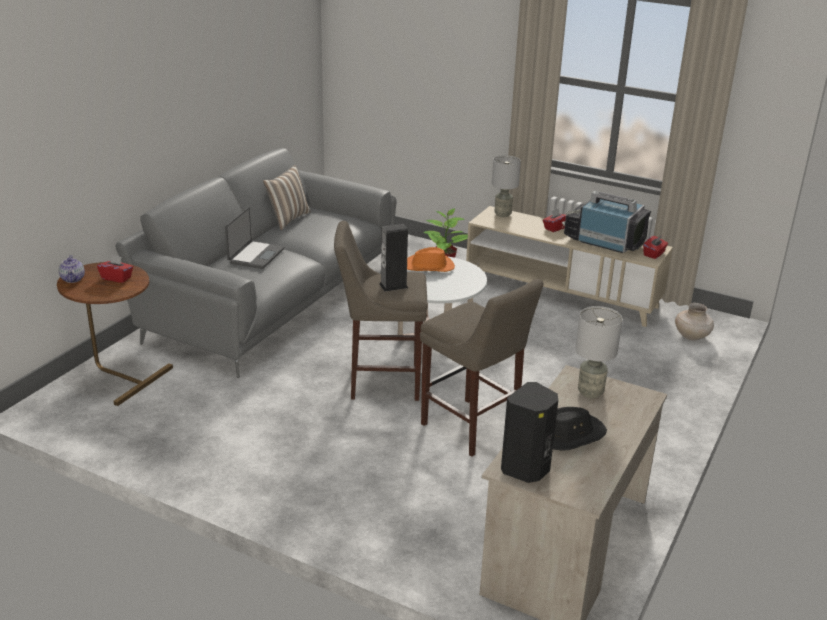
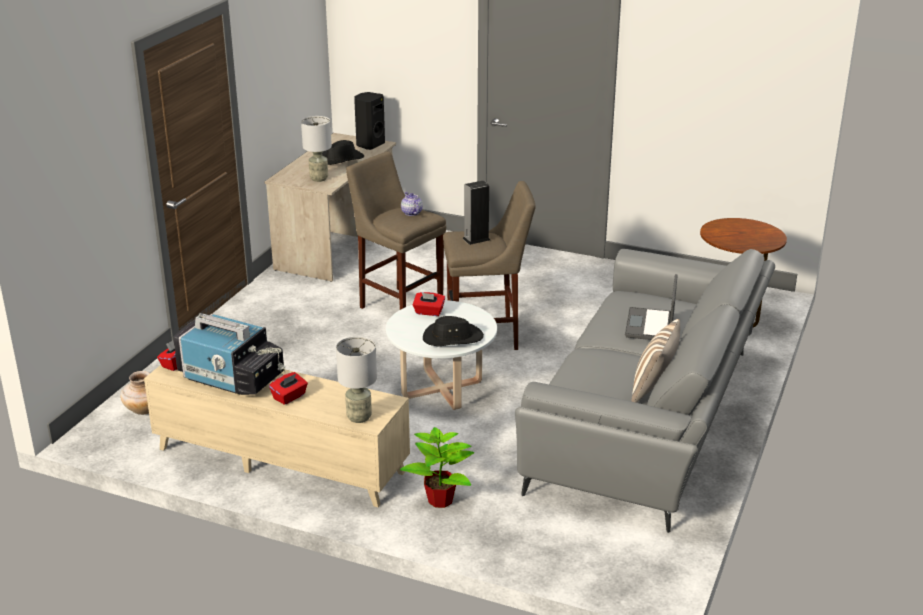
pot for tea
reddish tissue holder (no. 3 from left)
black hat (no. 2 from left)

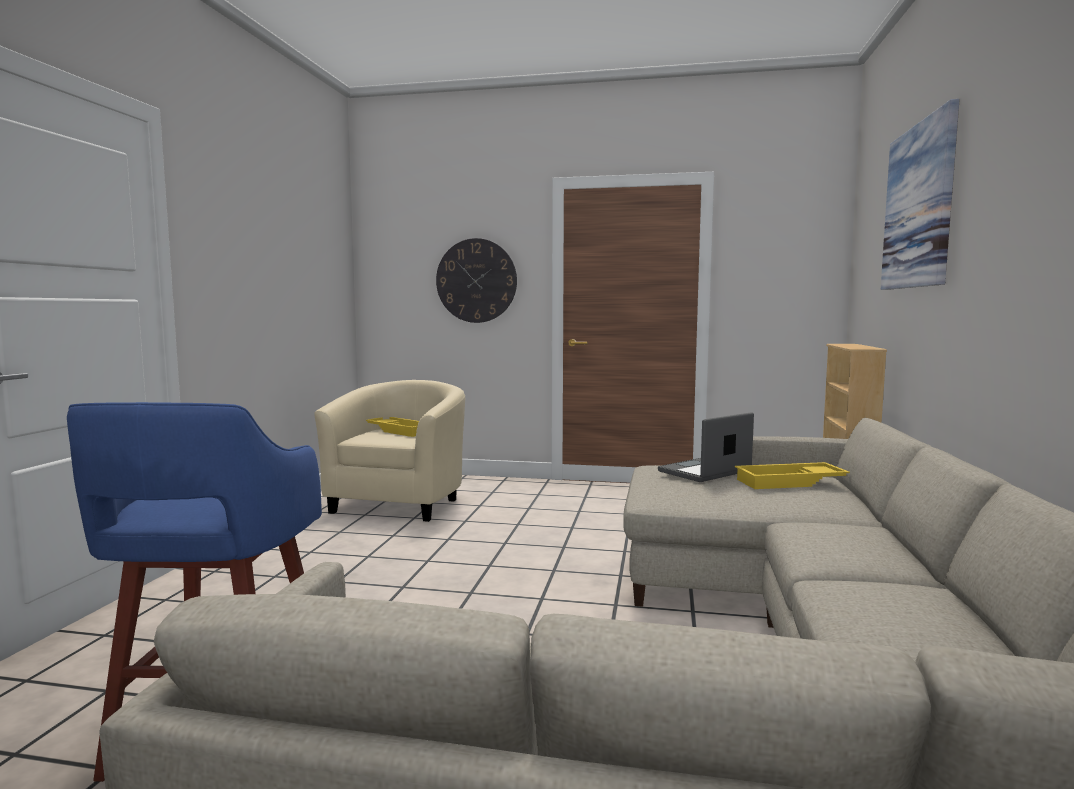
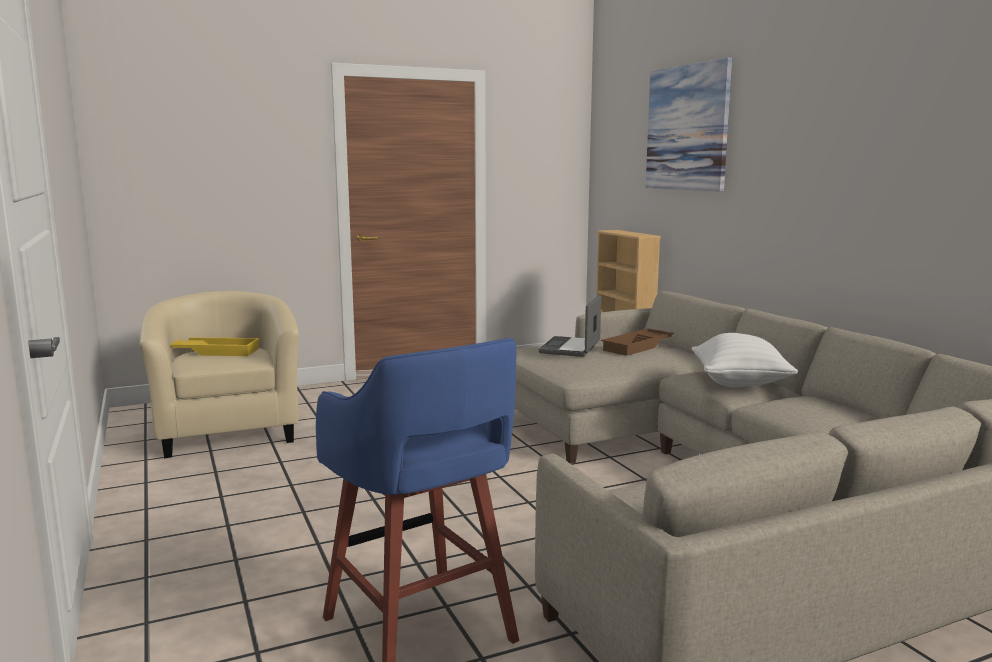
brown-coloured tray
whitish throw pillow
wall clock

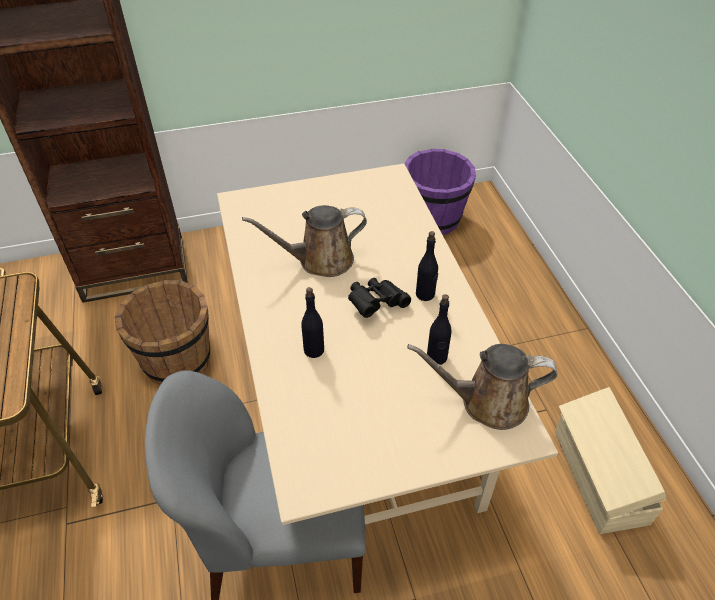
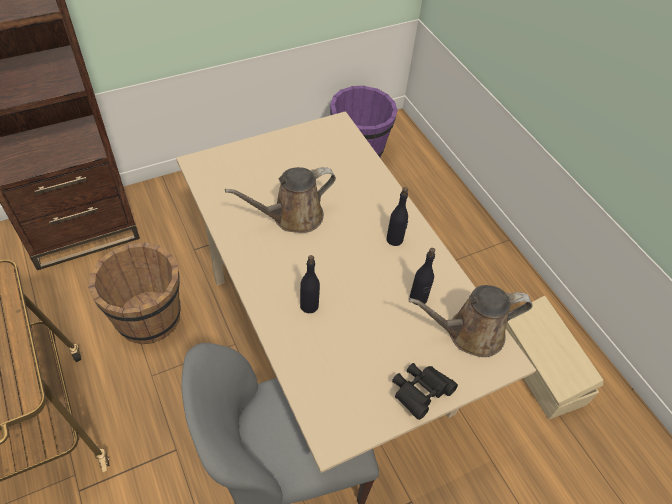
black pair of binoculars

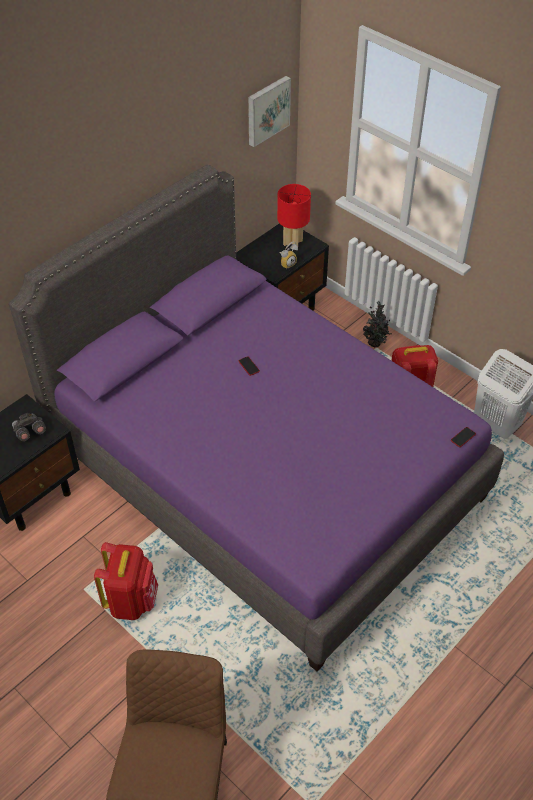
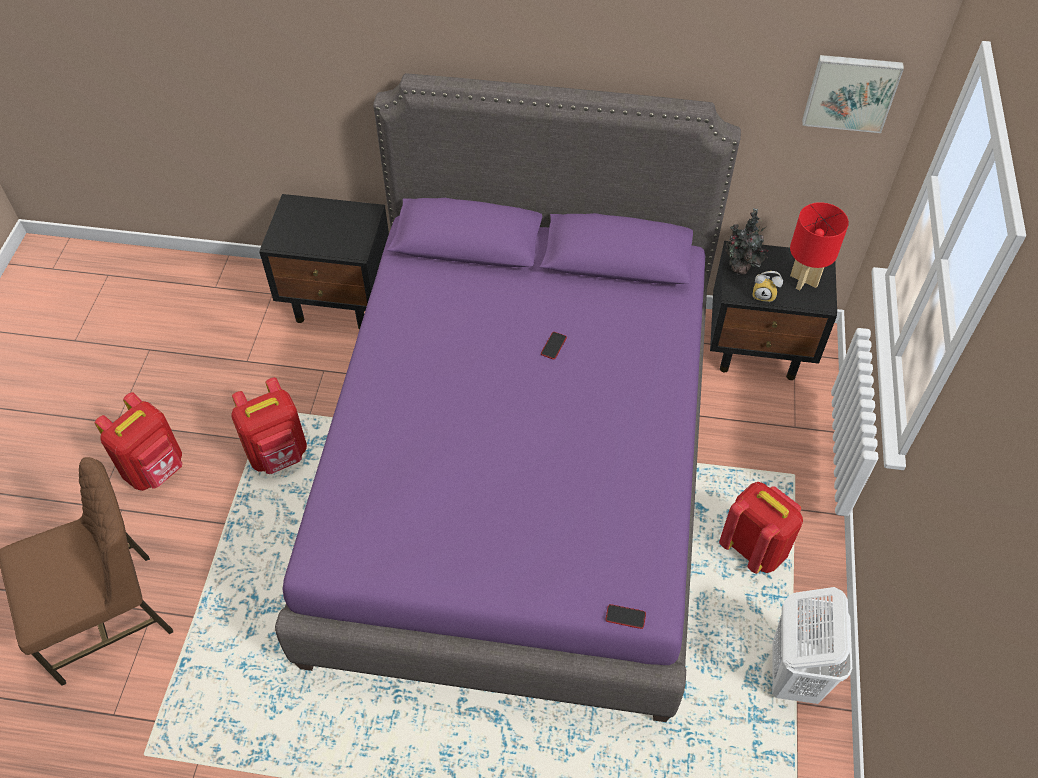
reddish backpack (no. 1 from left)
plant in a pot
grey pair of binoculars

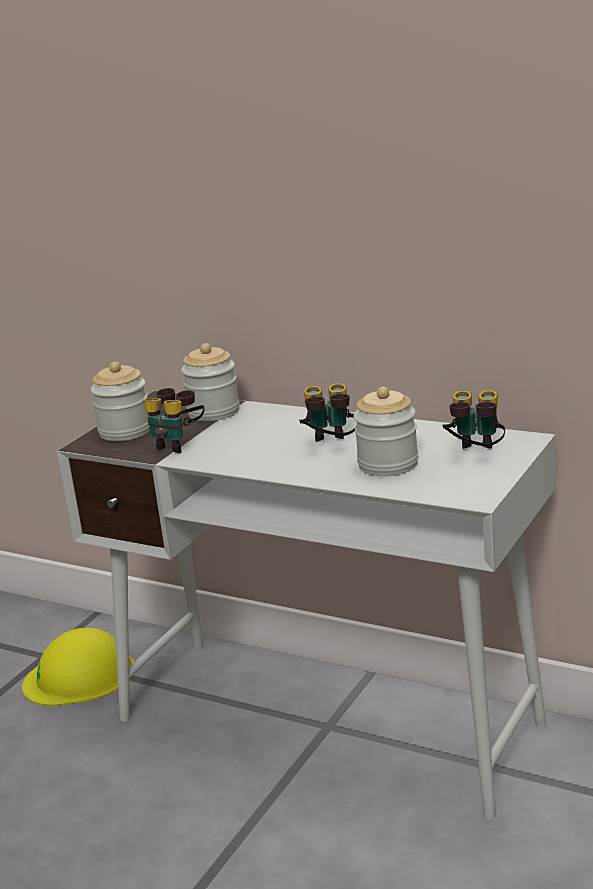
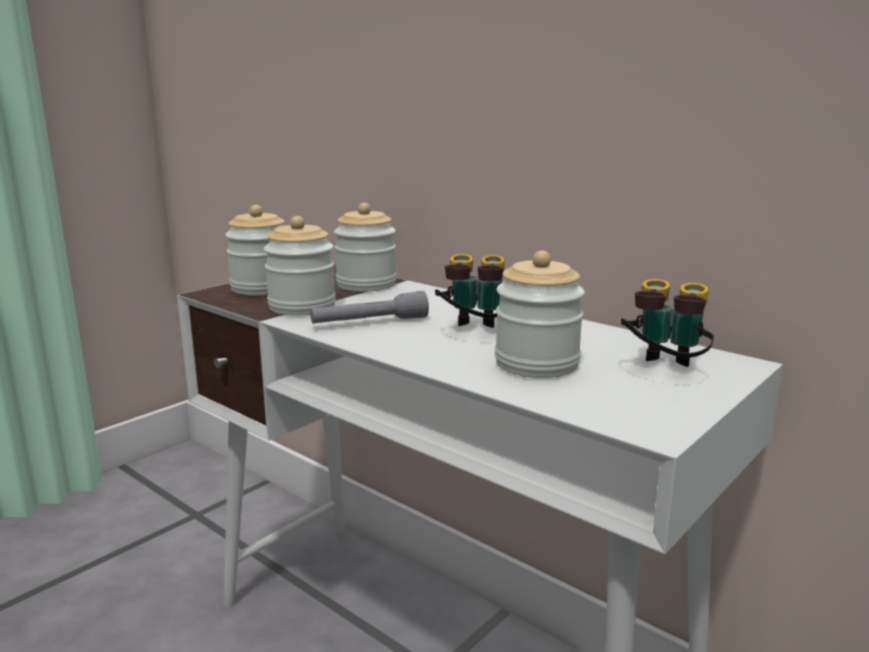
jar (no. 2 from left)
grey flashlight
yellow hard hat

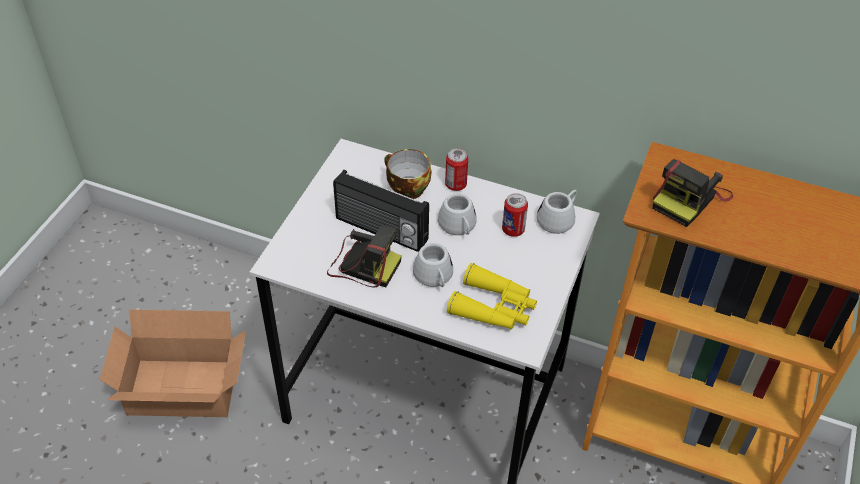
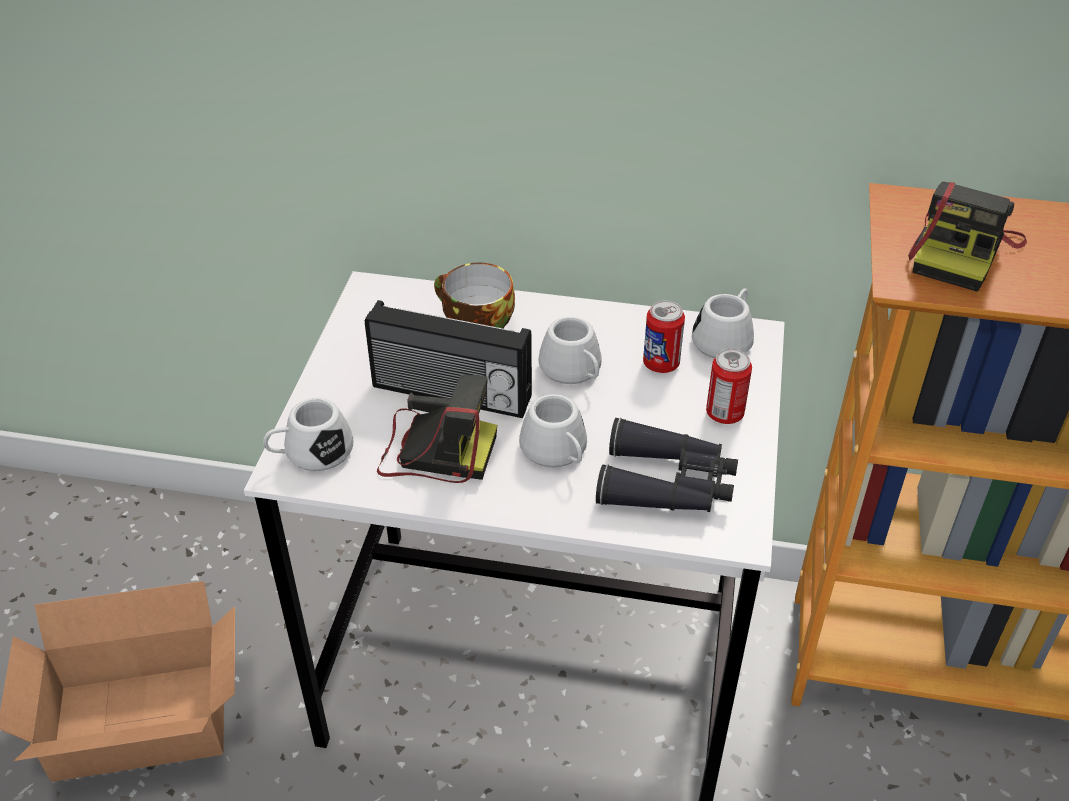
whitish coffee mug (no. 1 from left)
black pair of binoculars
metal can (no. 2 from left)

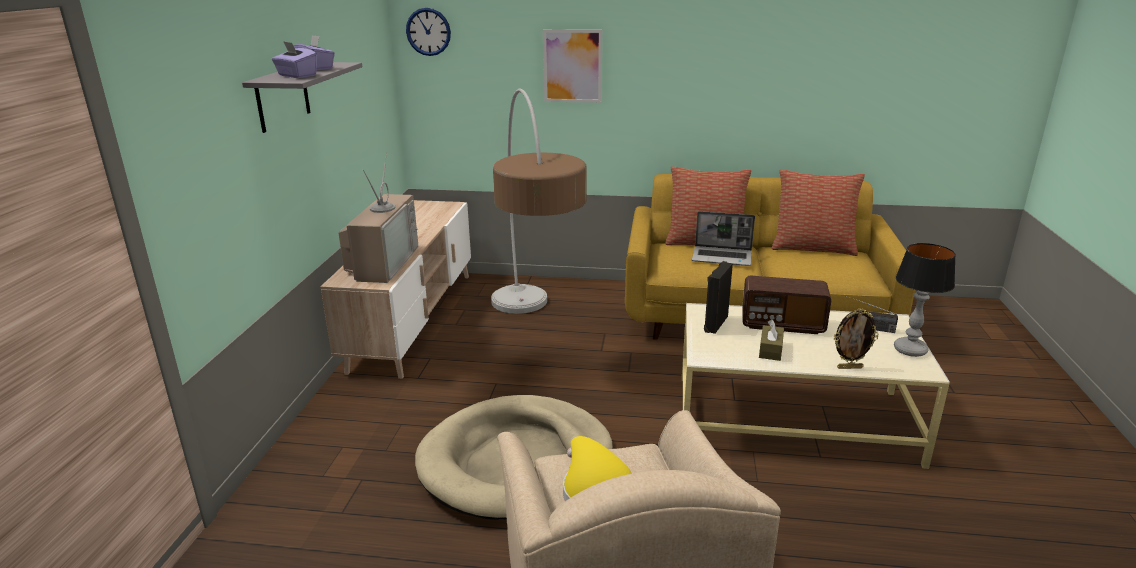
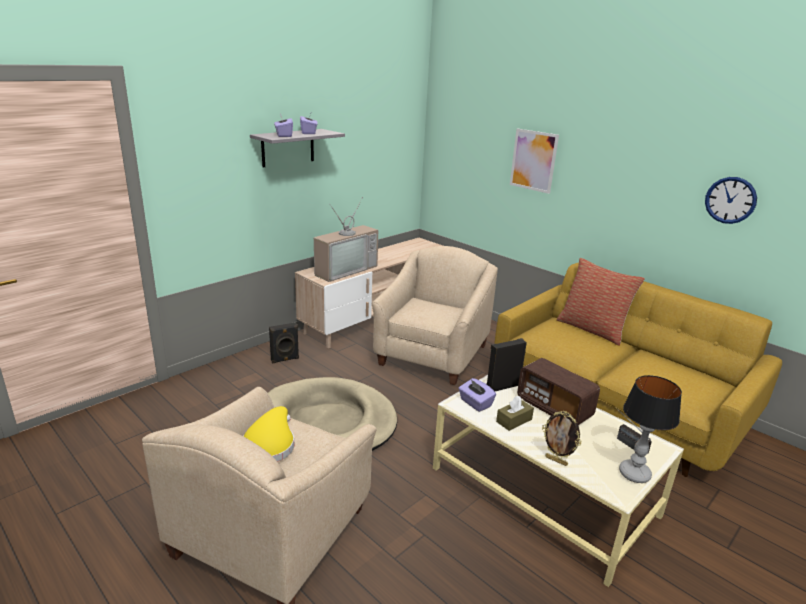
black loudspeaker (no. 1 from left)
beige lounge chair (no. 2 from left)
purple tissue holder (no. 3 from left)
wall clock
portable computer
throw pillow (no. 2 from left in the first image)

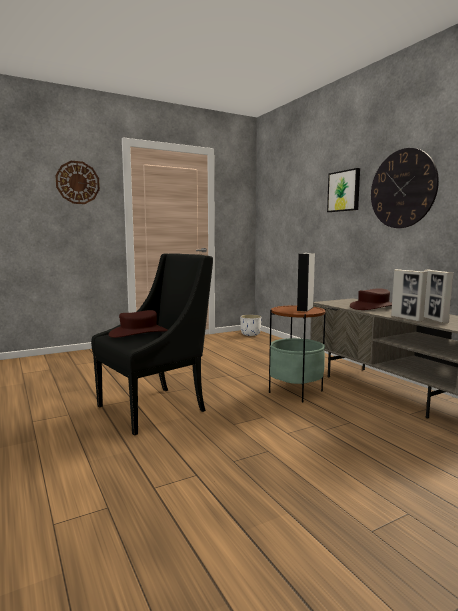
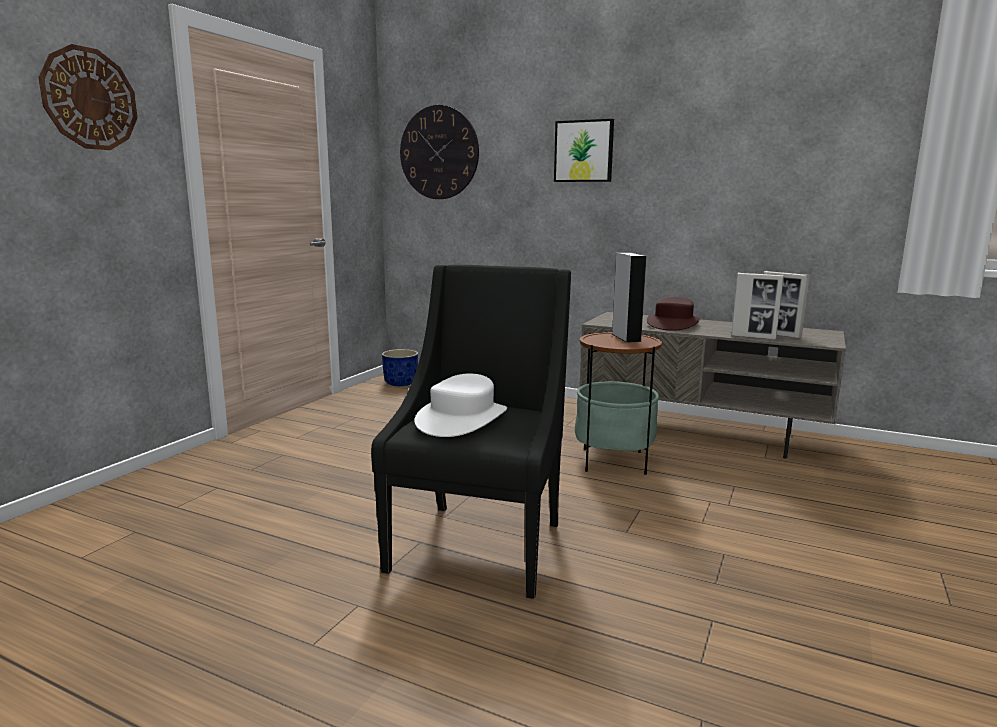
blue-coloured flower pot
wall clock (no. 2 from left)
whitish hat

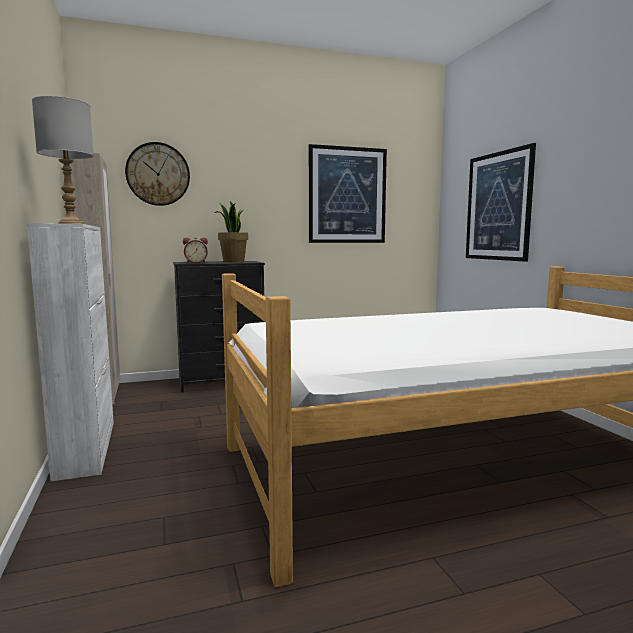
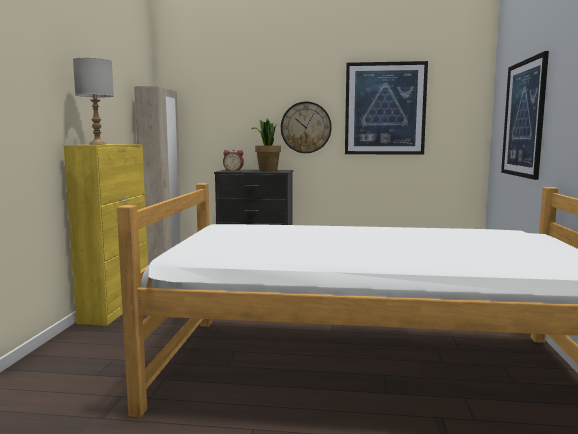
yellow cabinet
wall clock

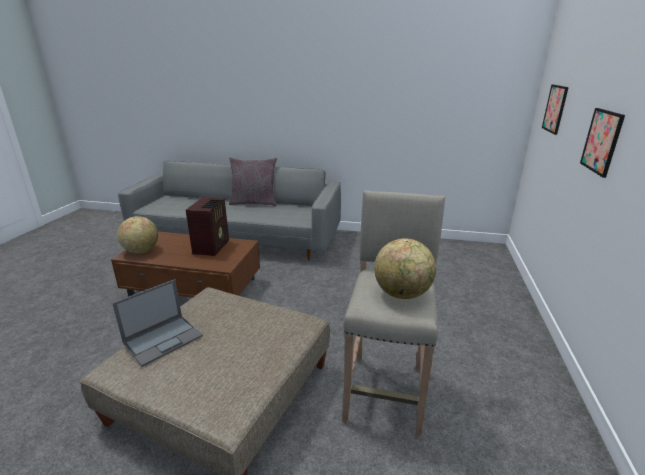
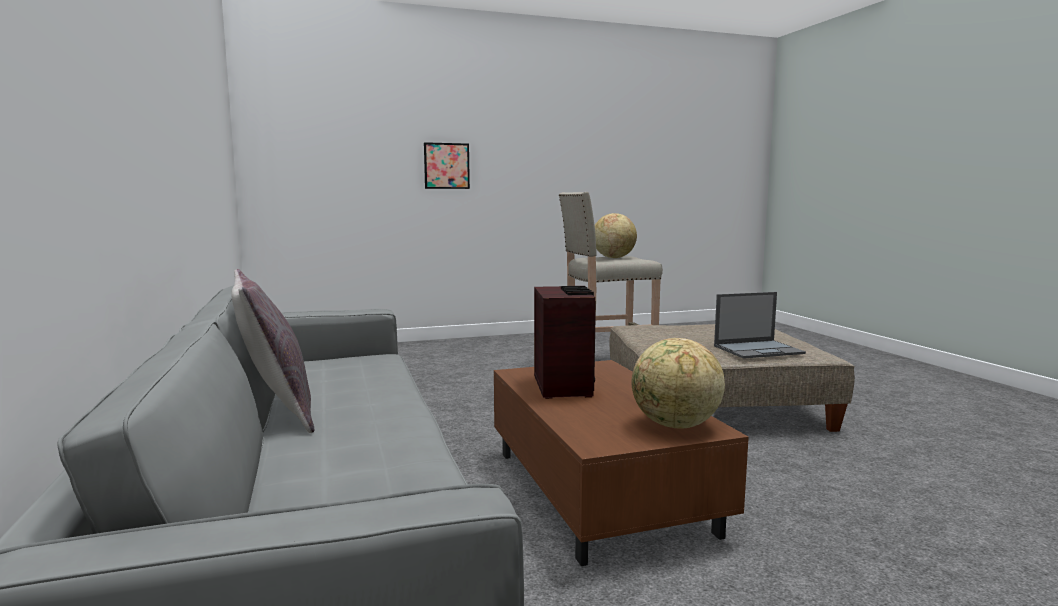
radio receiver
portable computer
wall picture (no. 1 from left in the first image)

